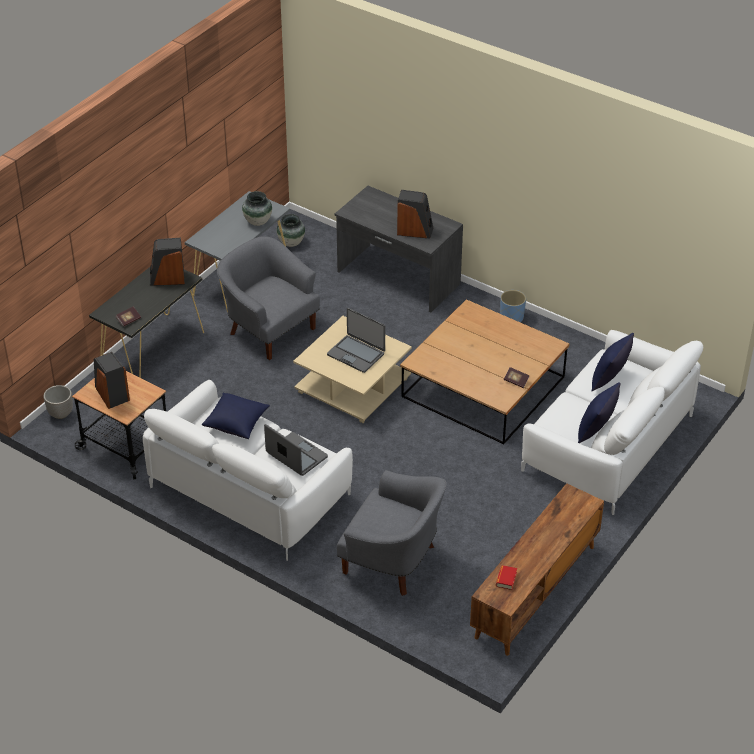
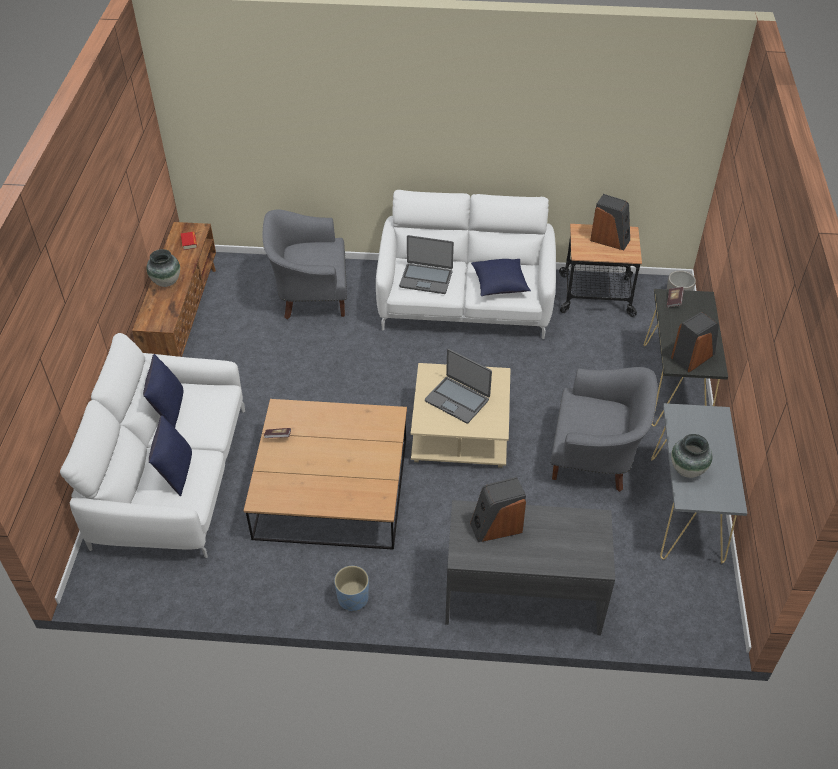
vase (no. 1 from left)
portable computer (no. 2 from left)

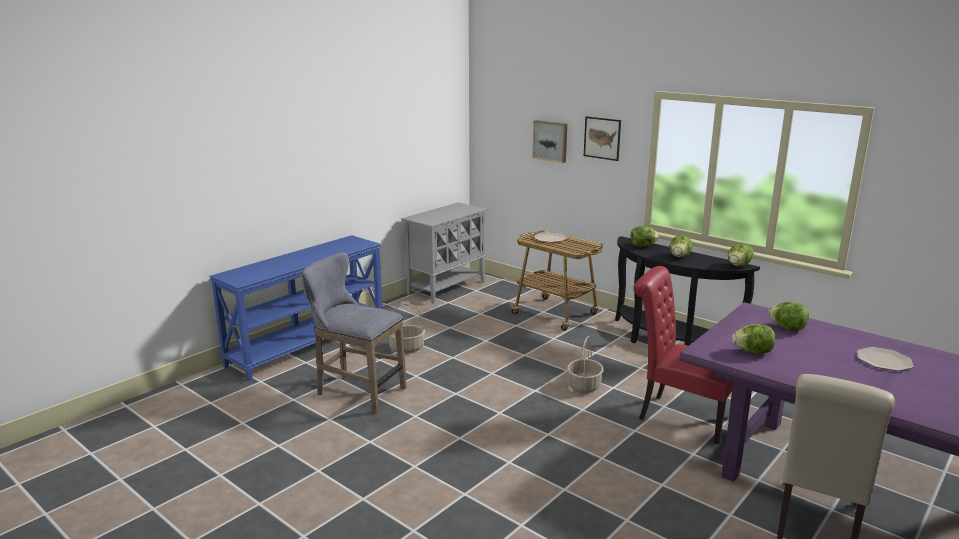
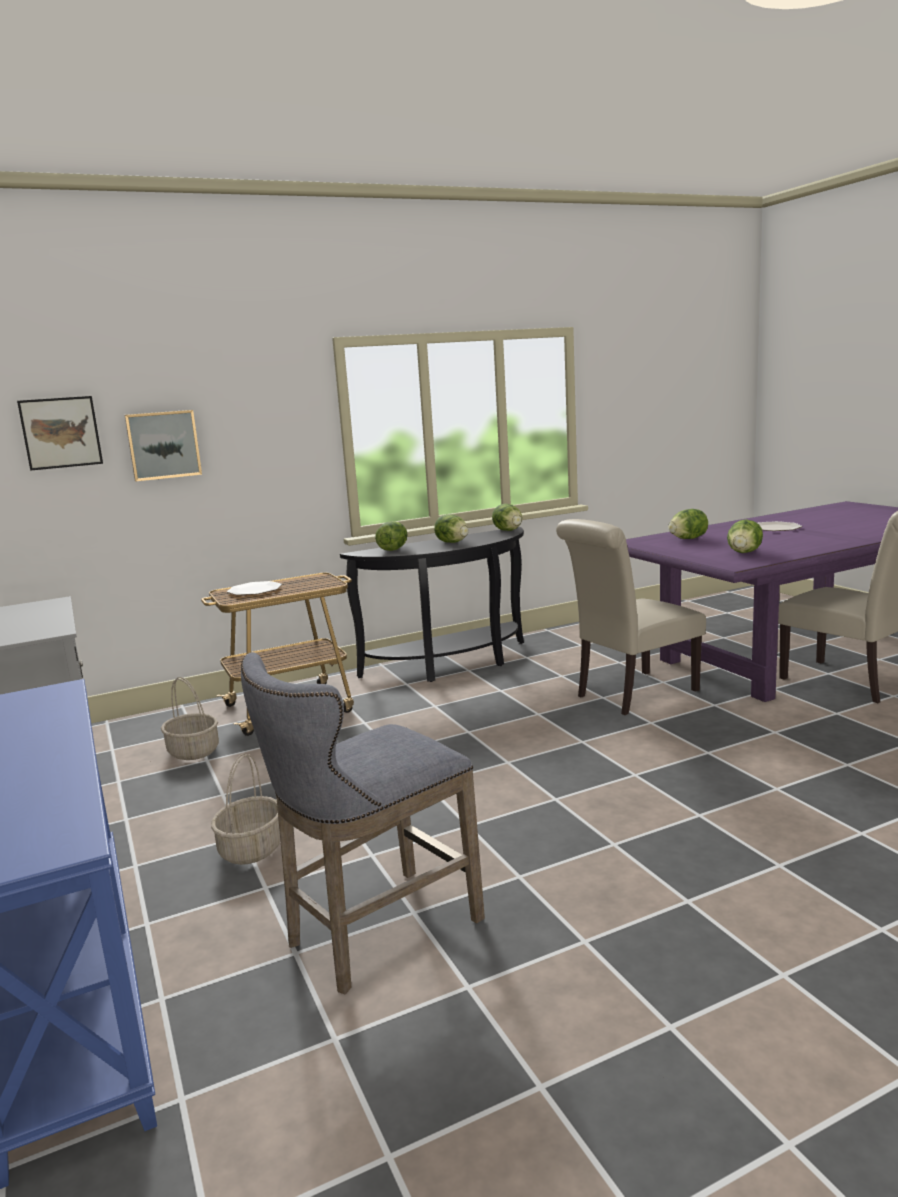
wall picture (no. 1 from left)
basket (no. 1 from left)
beige plain chair (no. 1 from left)

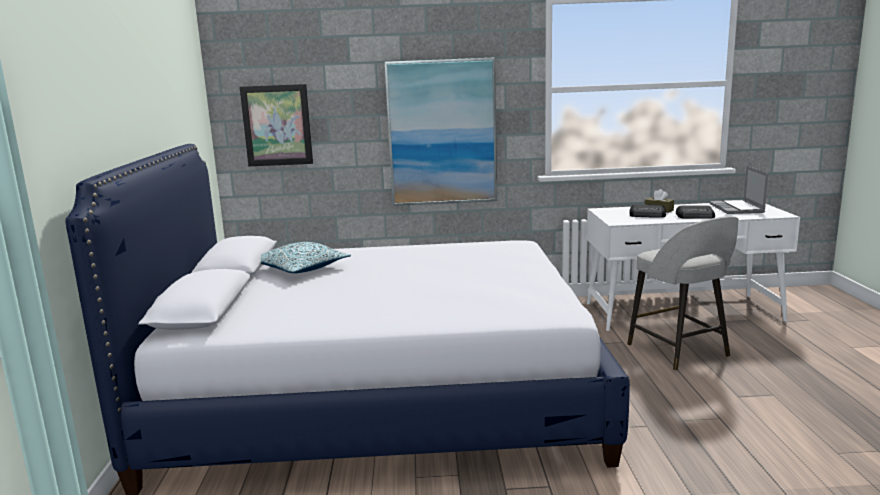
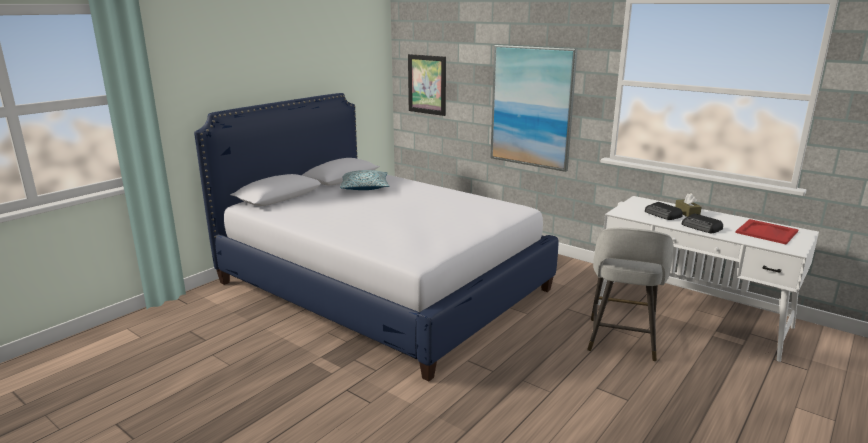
reddish tray

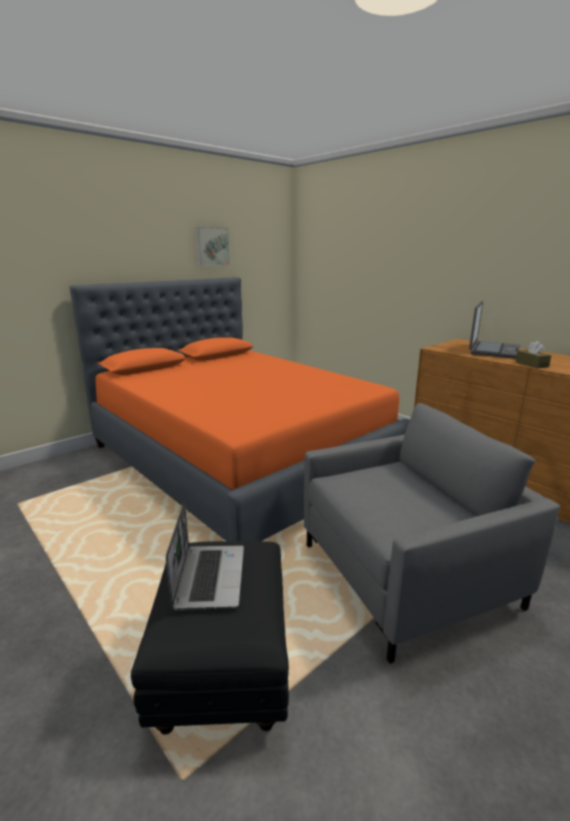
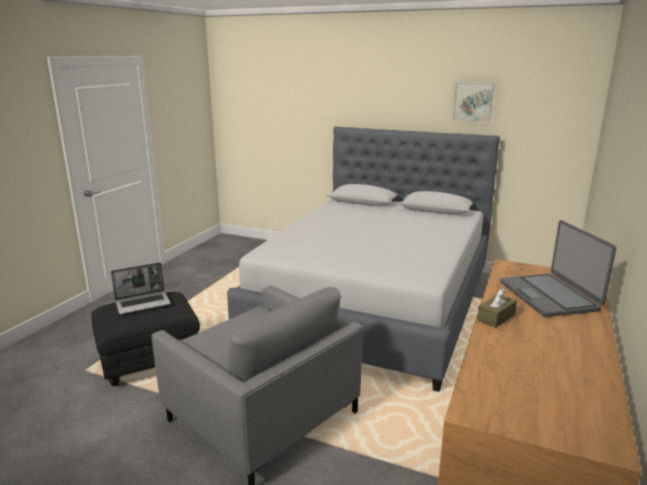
grey bed
portable computer (no. 2 from left)

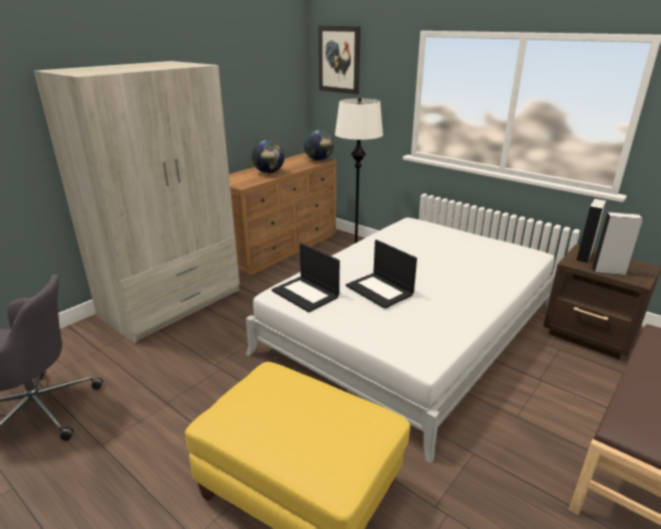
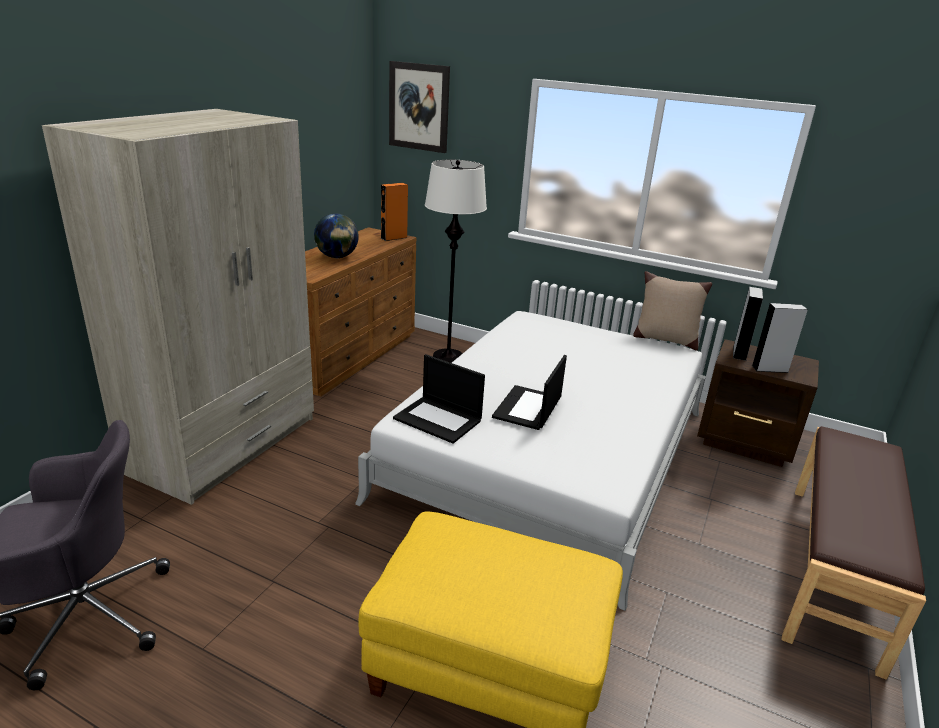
orangey loudspeaker
portable computer (no. 2 from left)
beige throw pillow

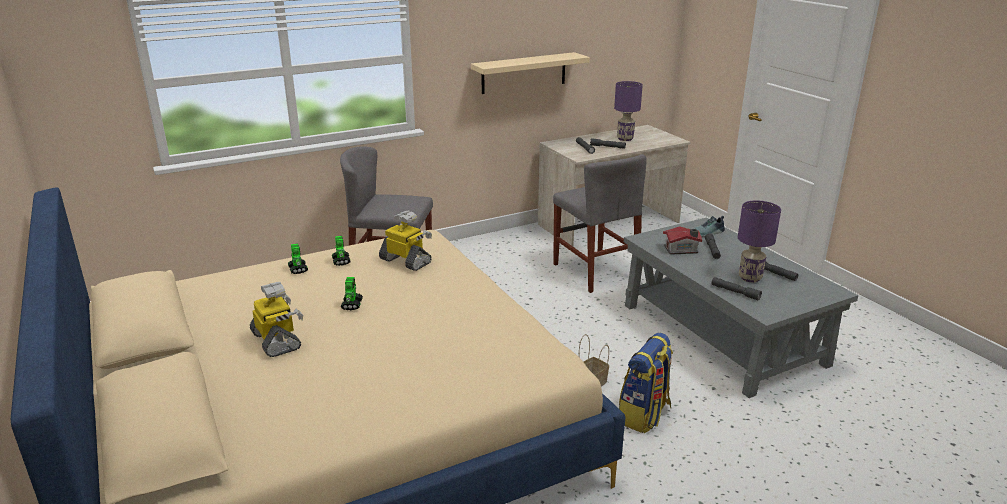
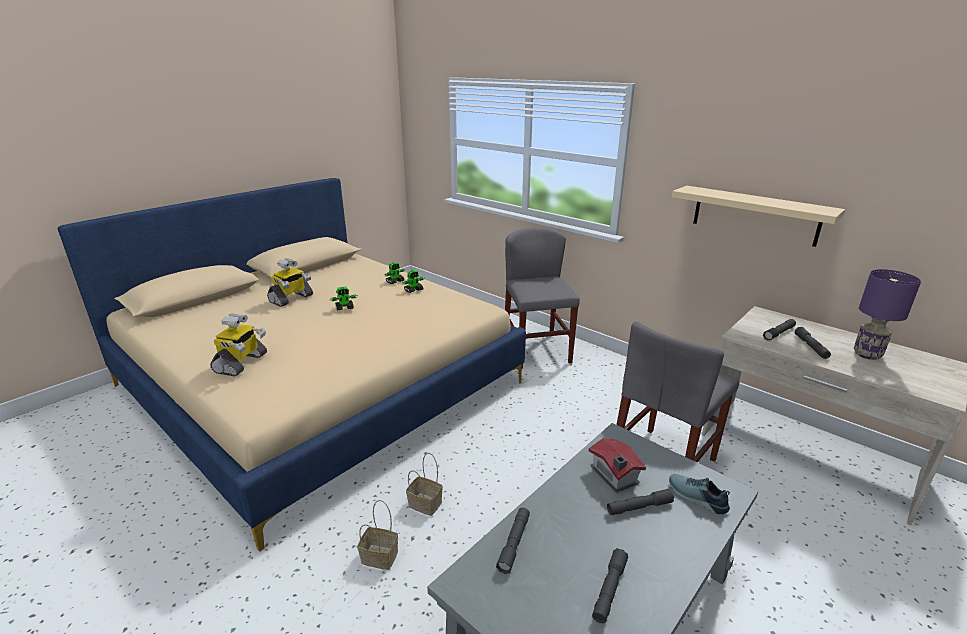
robot figure (no. 1 from left)
basket (no. 1 from left)
purple tabletop lamp (no. 2 from left in the first image)

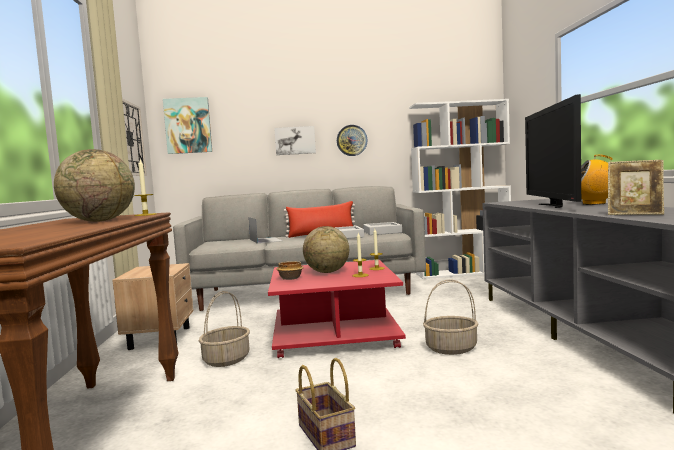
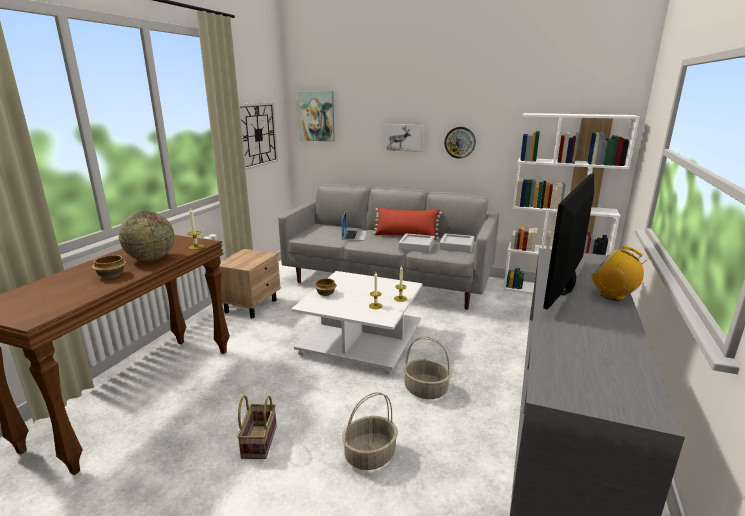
serving bowl (no. 1 from left)
whitish low table
basket (no. 2 from left)
world globe (no. 2 from left in the first image)
photo frame

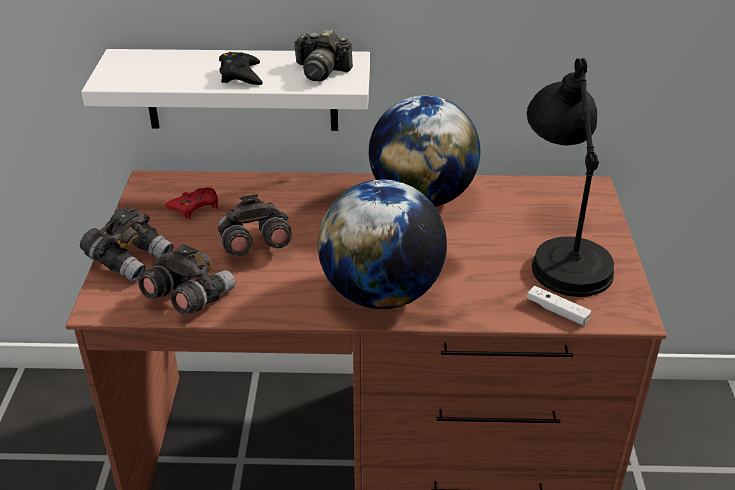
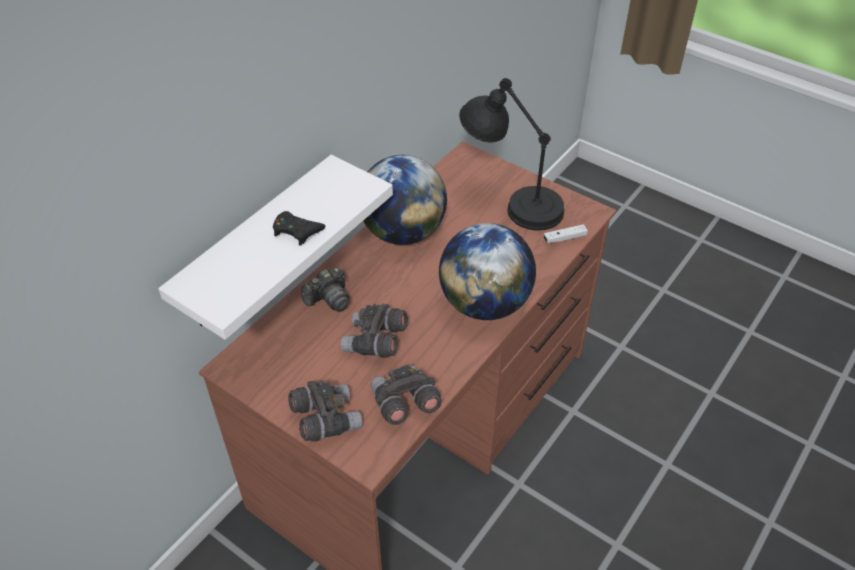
still camera
reddish gamepad

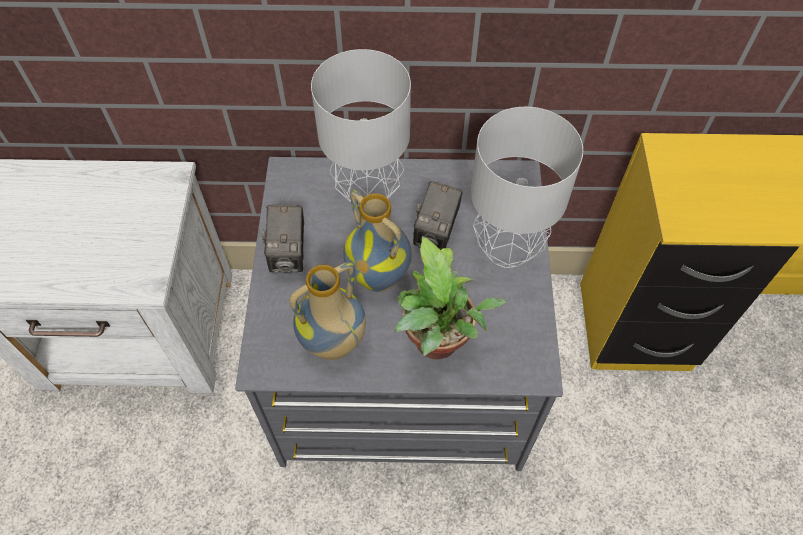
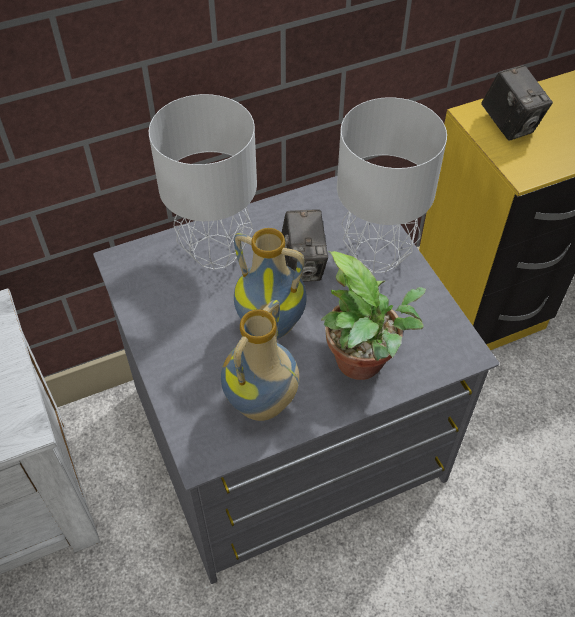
still camera (no. 2 from left)

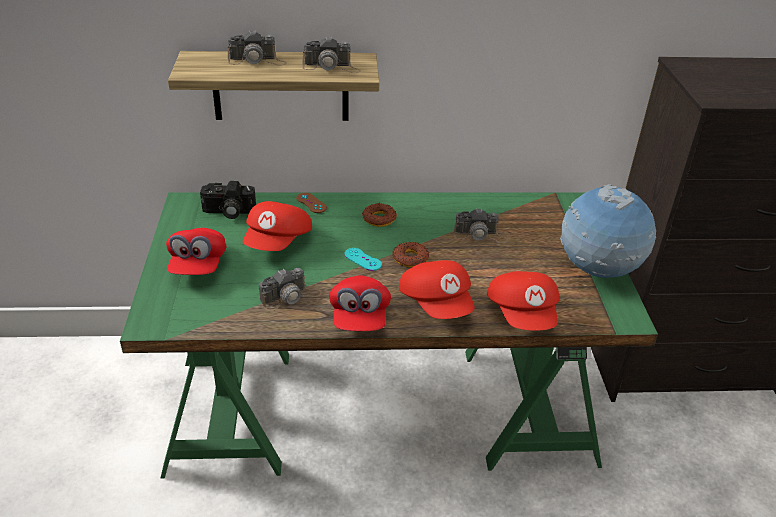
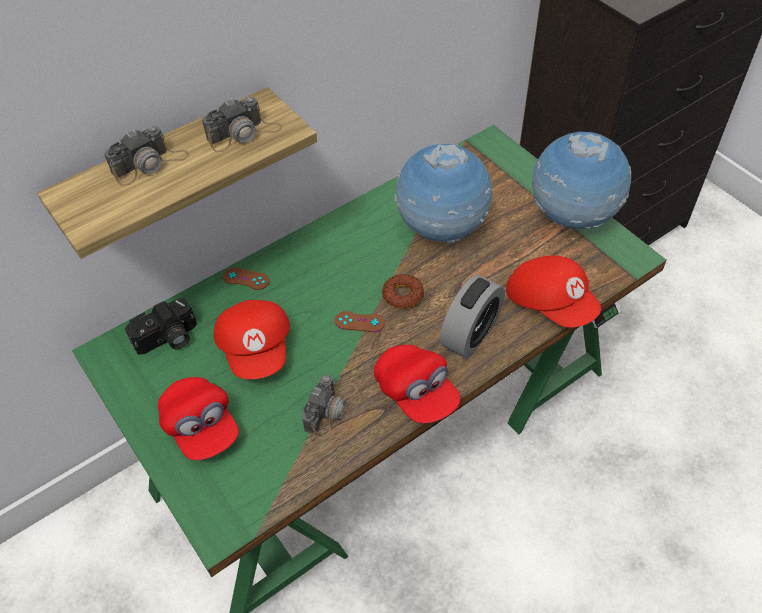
brown-coloured gamepad (no. 2 from left)
world globe (no. 1 from left)
table clock
doughnut (no. 1 from left in the first image)

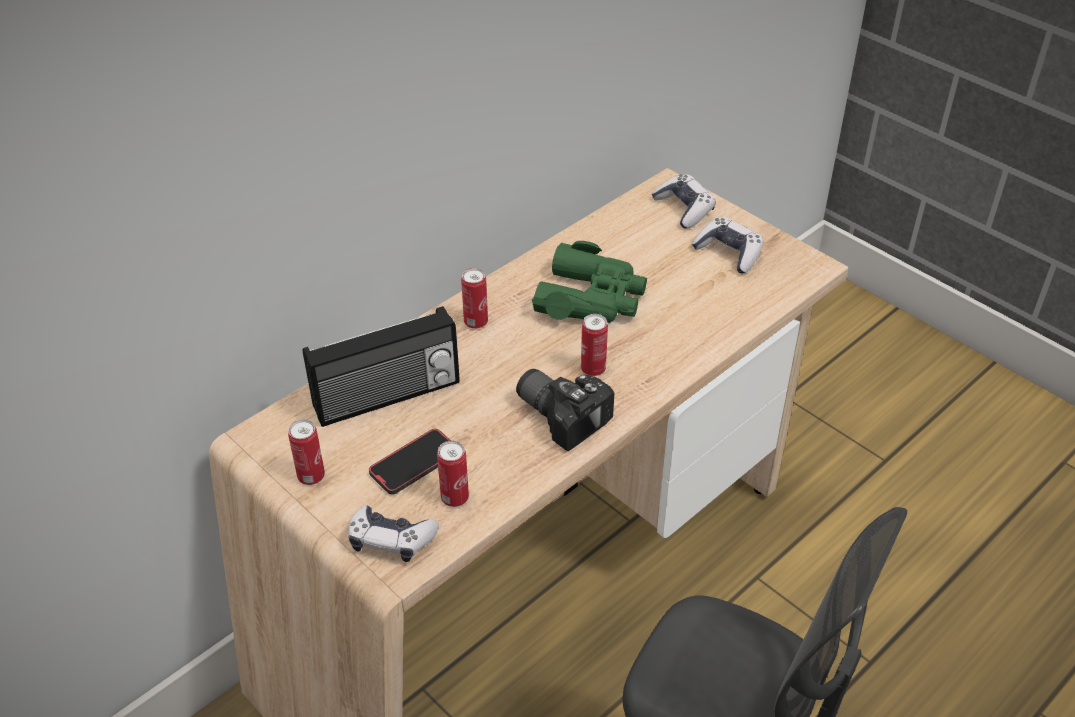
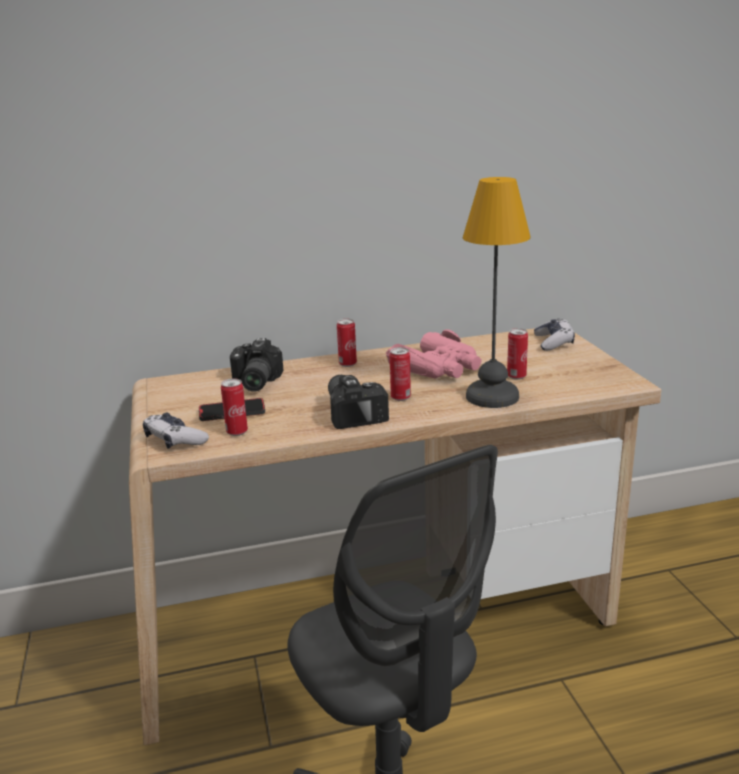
still camera (no. 1 from left)
pink pair of binoculars
tabletop lamp
metal can (no. 4 from left)
gamepad (no. 3 from left in the first image)

